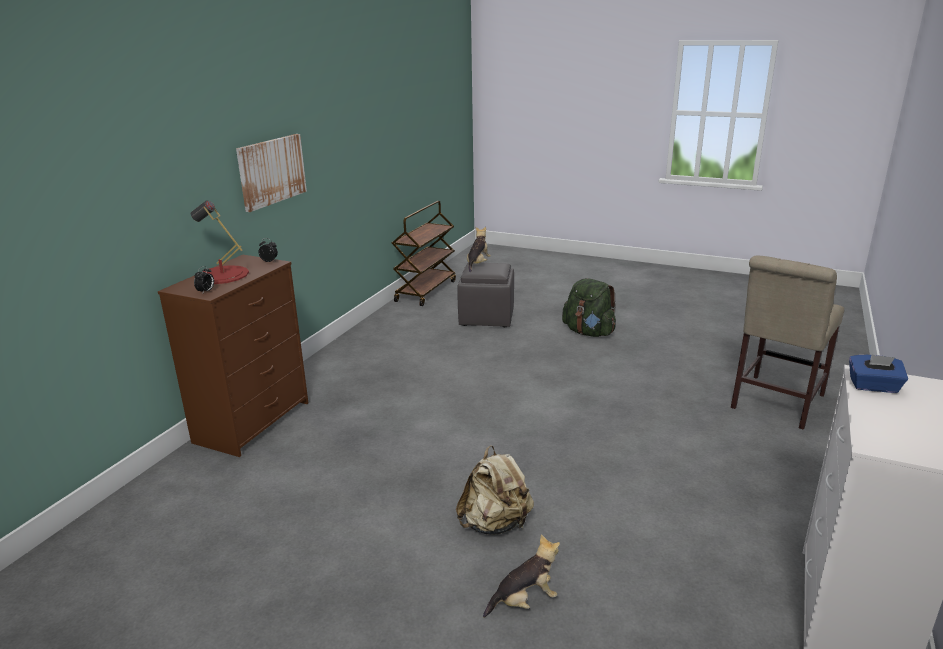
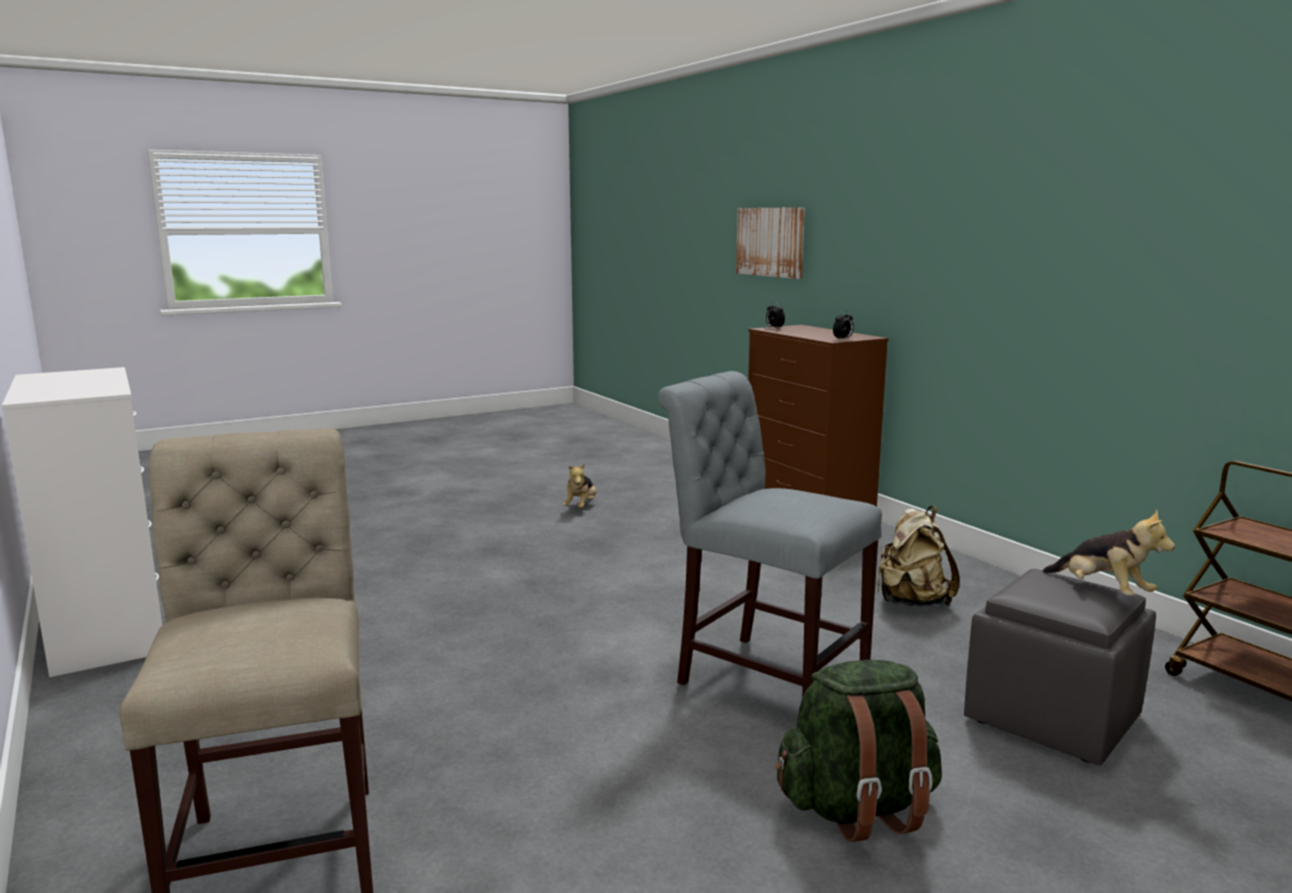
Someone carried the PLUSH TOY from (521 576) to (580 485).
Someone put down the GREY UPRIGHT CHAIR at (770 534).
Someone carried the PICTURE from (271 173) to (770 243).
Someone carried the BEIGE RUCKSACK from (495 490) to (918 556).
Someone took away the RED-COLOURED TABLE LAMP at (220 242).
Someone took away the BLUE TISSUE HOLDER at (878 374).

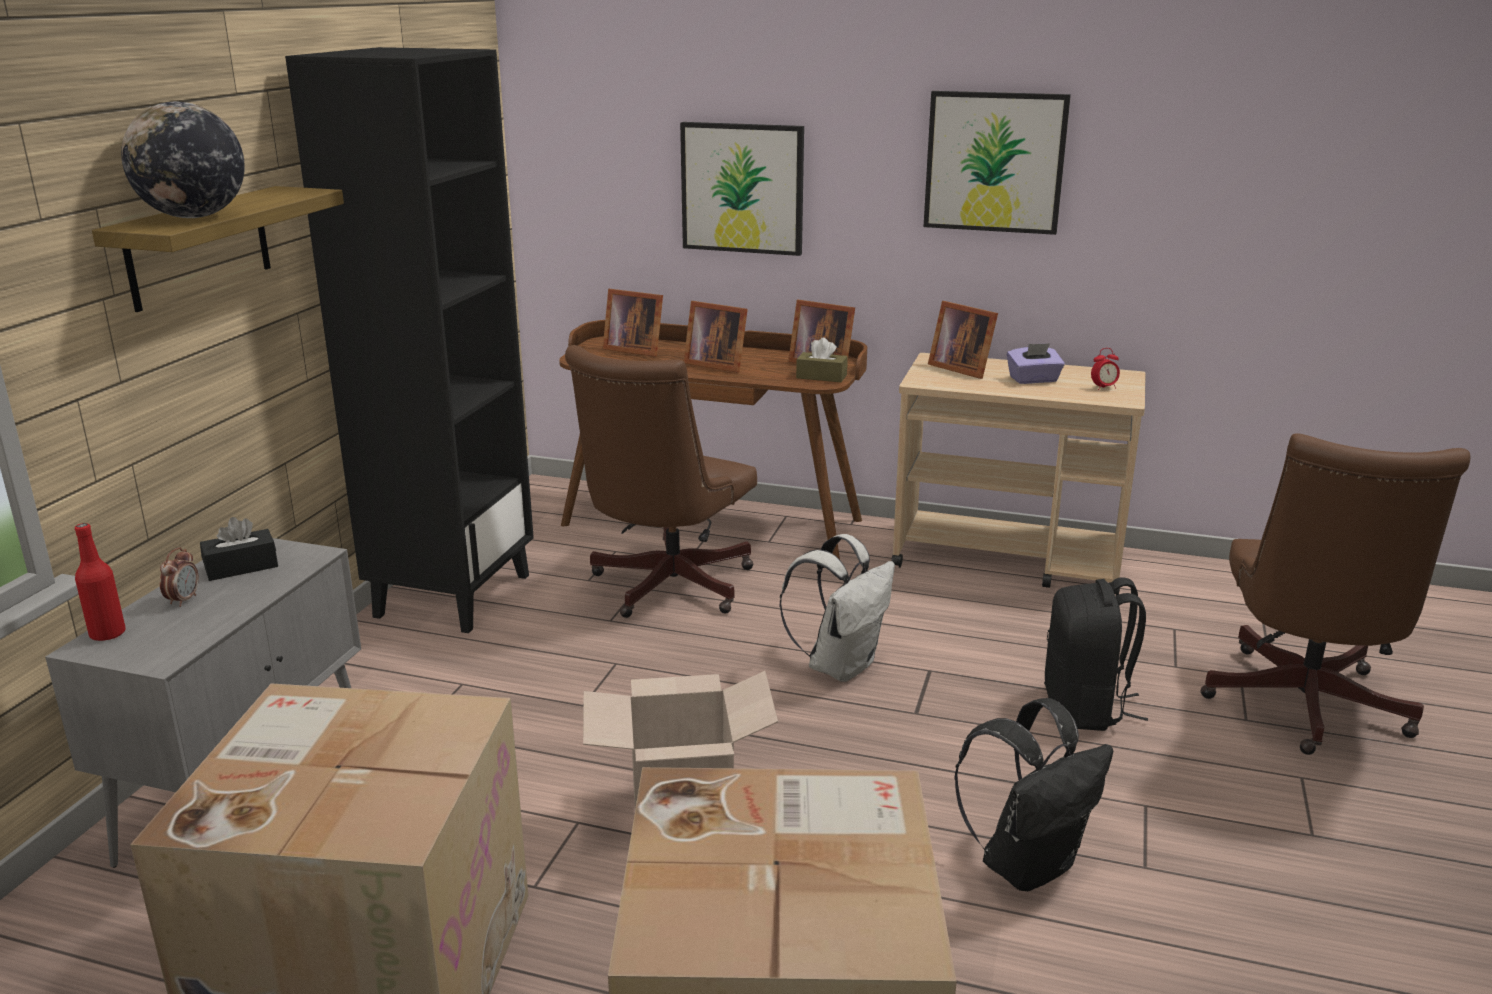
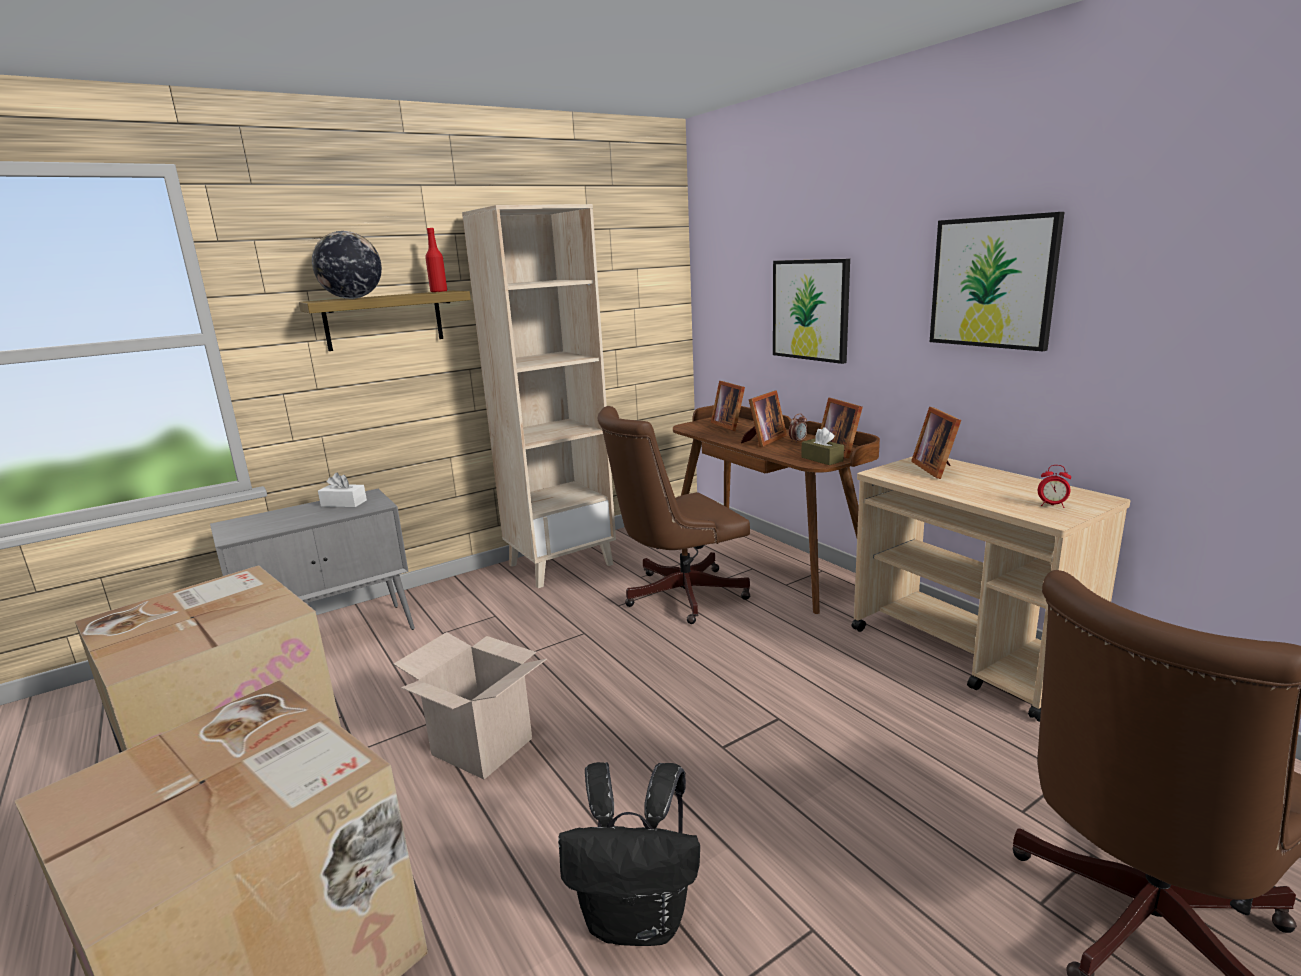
Someone repainted the BLACK-COLOURED TISSUE HOLDER at (239 549), which became the WHITE TISSUE HOLDER at (342 490).
Someone carried the RED-COLOURED BEVERAGE BOTTLE from (100 582) to (436 260).
Someone repainted the BLACK-COLOURED BOOKCASE at (409 340), which became the BEIGE BOOKCASE at (539 396).
Someone rotated the STANDING FRAME at (716 336) by 120 degrees counterclockwise.
Someone carried the BEDSIDE CLOCK from (179 577) to (798 428).
Someone took away the WHITE RUCKSACK at (837 608).
Someone took away the PURPLE-COLOURED TISSUE HOLDER at (1036 363).
Someone took away the BLACK-COLOURED RUCKSACK at (1096 654).

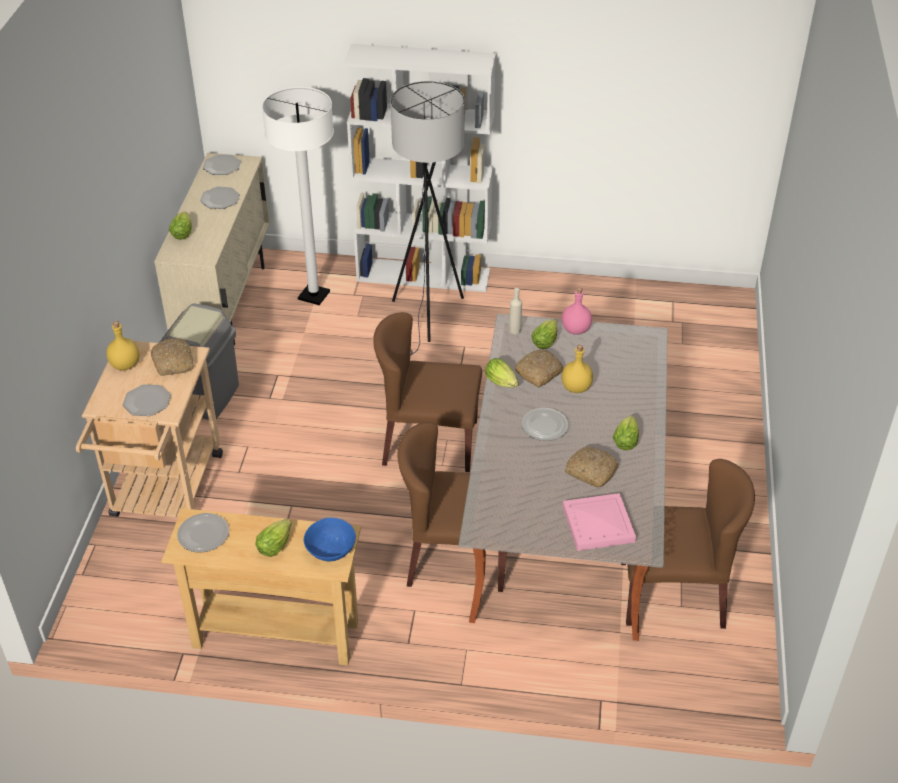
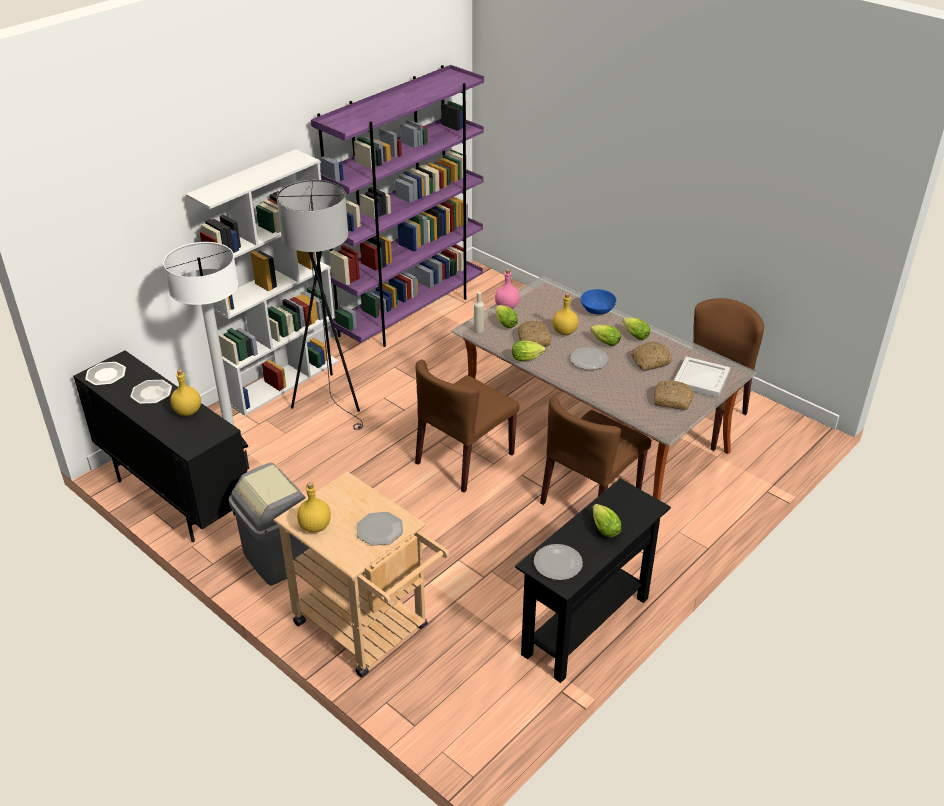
Someone repainted the BEIGE CABINET at (212 249), which became the BLACK-COLOURED CABINET at (161 446).
Someone put down the YELLOW BEVERAGE BOTTLE at (185 392).
Someone put down the PURPLE-COLOURED BOOKCASE at (397 206).
Someone repainted the BEIGE NARROW TABLE at (261 587), which became the BLACK-COLOURED NARROW TABLE at (593 580).
Someone carried the BLUE BOWL from (330 539) to (598 301).
Someone carried the LETTUCE HEAD from (180 226) to (605 335).
Someone carried the BAKED BREAD from (172 357) to (674 395).
Someone repainted the PINK CARRYING TRAY at (599 522), which became the WHITE CARRYING TRAY at (702 377).

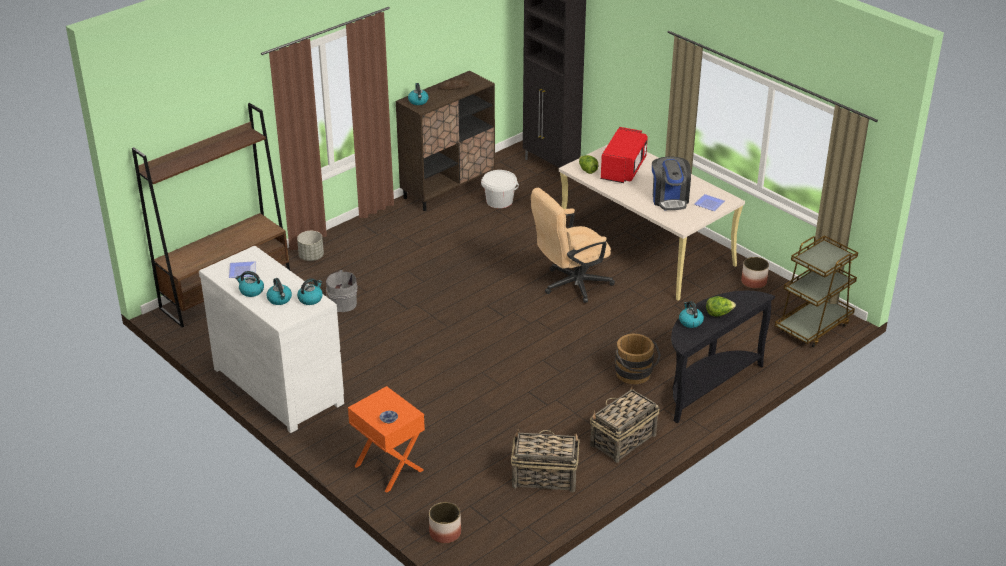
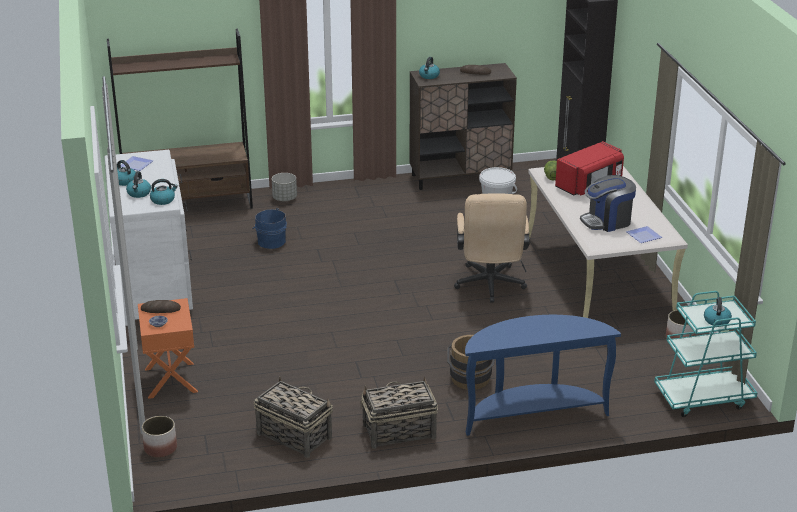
Someone put down the BAKED BREAD at (161 306).
Someone repainted the GREY BUCKET at (342 291), which became the BLUE BUCKET at (269 228).
Someone rotated the BEIGE COMPUTER CHAIR at (573 245) by 90 degrees counterclockwise.
Someone repainted the BLACK-COLOURED NARROW TABLE at (723 357), which became the BLUE NARROW TABLE at (543 375).
Someone rotated the COFFEE BREWER at (671 183) by 45 degrees clockwise.
Someone repainted the BROWN-COLOURED WHEELED CART at (816 291), which became the BLUE-GREEN WHEELED CART at (705 354).
Someone carried the KETTLE from (691 314) to (718 311).
Someone took away the LETTUCE HEAD at (721 306).

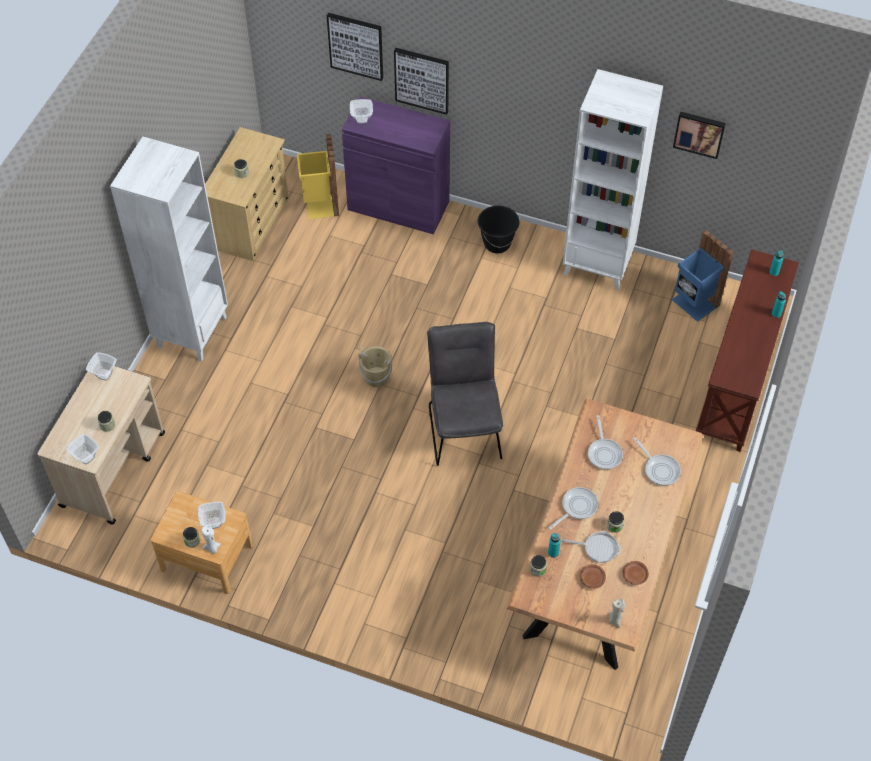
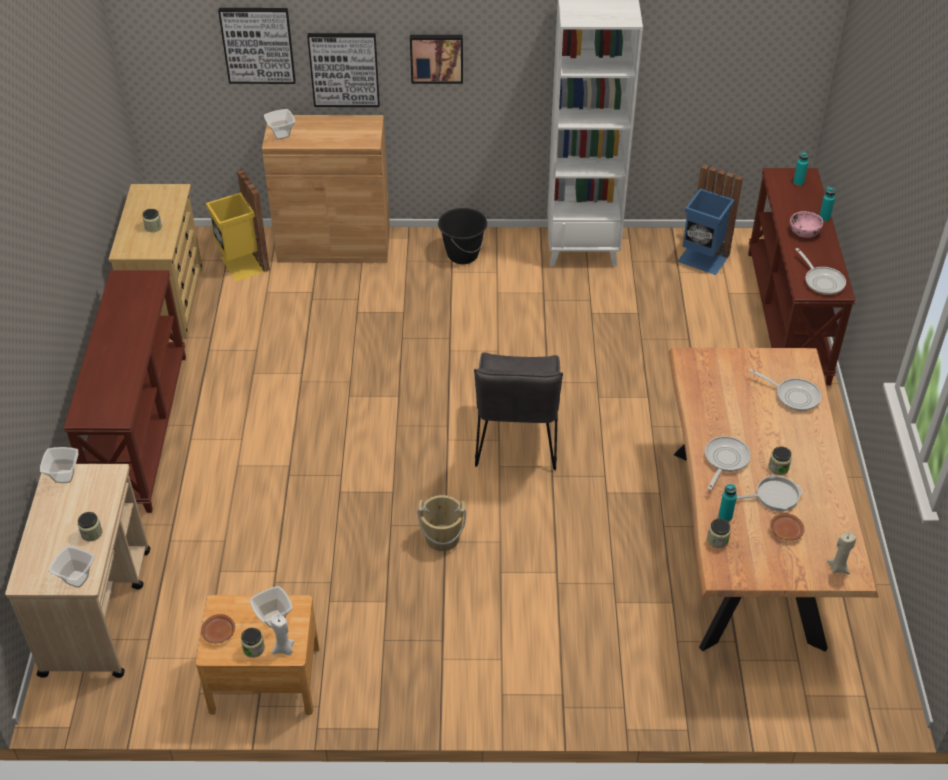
Someone swapped the WHITE BOOKCASE at (169 249) for the BROWN-COLOURED NARROW TABLE at (124 391).
Someone carried the BROWN-COLOURED PLATE from (636 573) to (218 628).
Someone repainted the PURPLE-COLOURED CABINET at (396 165), which became the BROWN-COLOURED CABINET at (326 189).
Someone carried the PICTURE from (699 135) to (436 59).
Someone carried the BEIGE BUCKET from (375 367) to (441 523).
Someone rotated the GREY UPRIGHT CHAIR at (465 394) by 150 degrees counterclockwise.
Someone put down the PINK BOWL at (806 224).
Someone carried the SKILLET from (605 442) to (820 271).

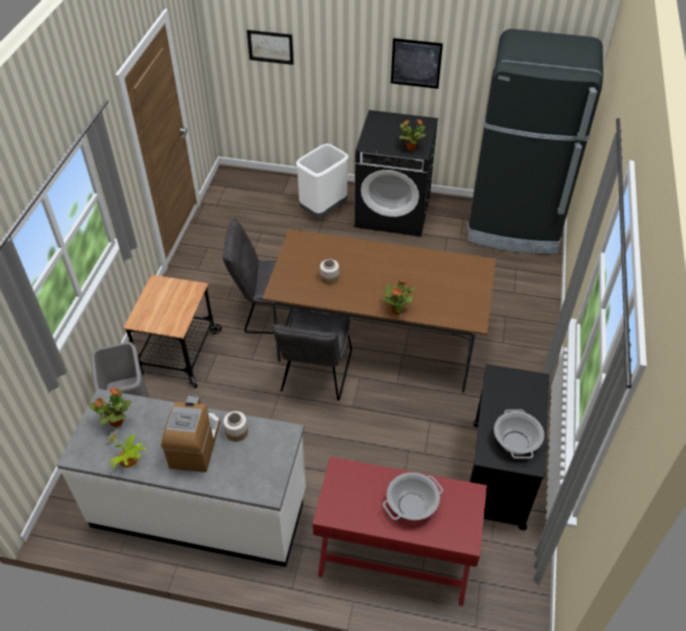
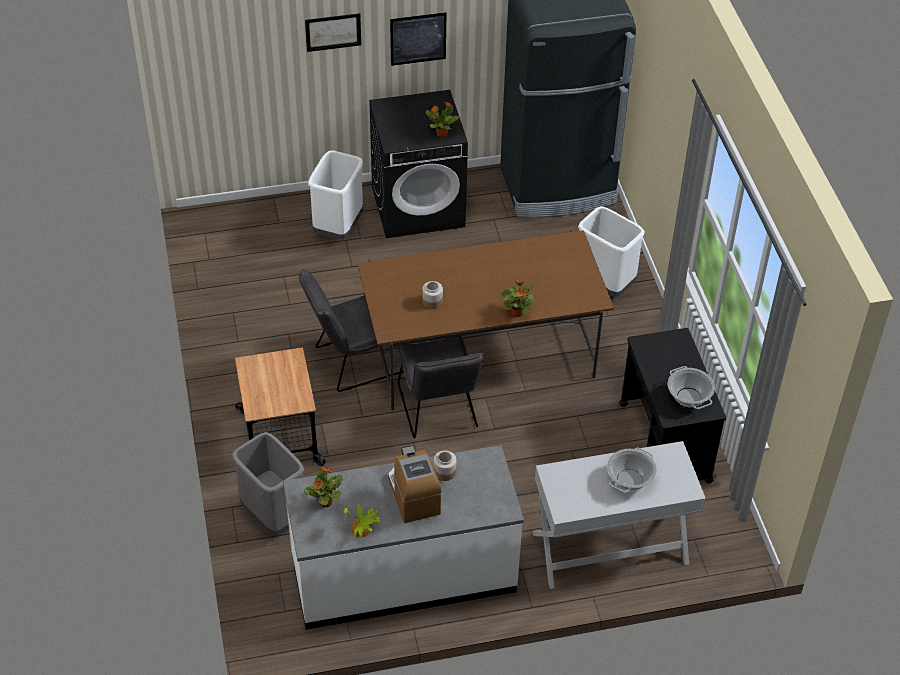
Someone carried the PICTURE from (270 47) to (333 32).
Someone repainted the RED-COLOURED NARROW TABLE at (400 531), which became the WHITE NARROW TABLE at (619 515).
Someone put down the WHITE RUBBISH BIN at (611 251).

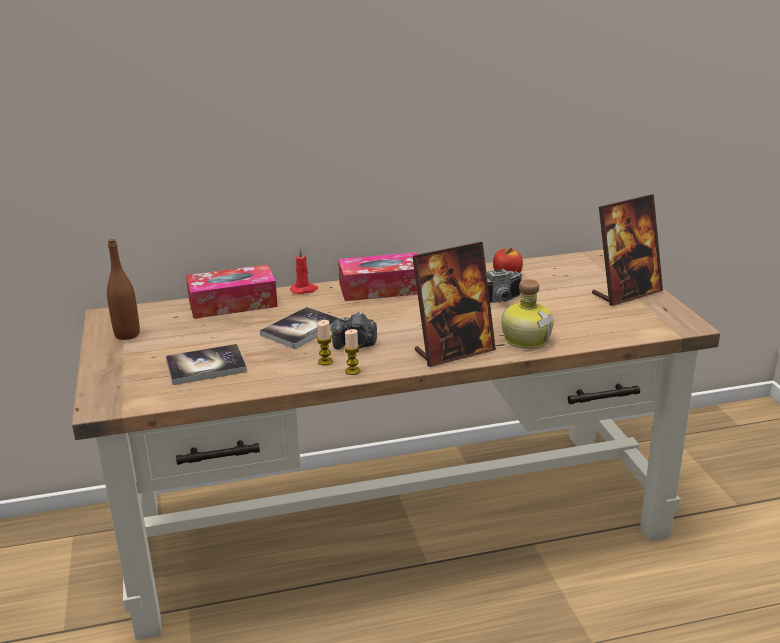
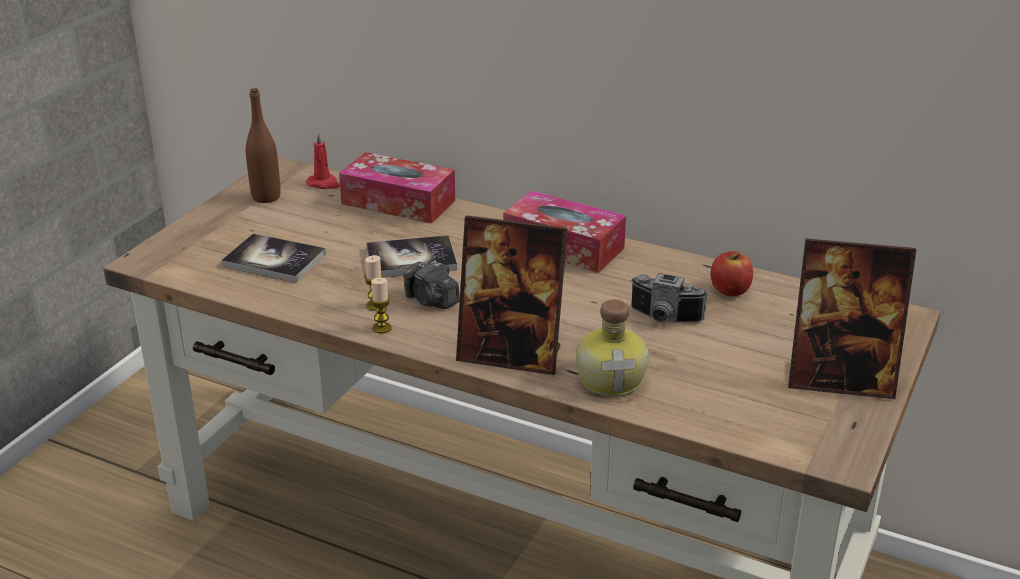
Someone carried the RED-COLOURED WAX LIGHT from (304 270) to (323 160).

